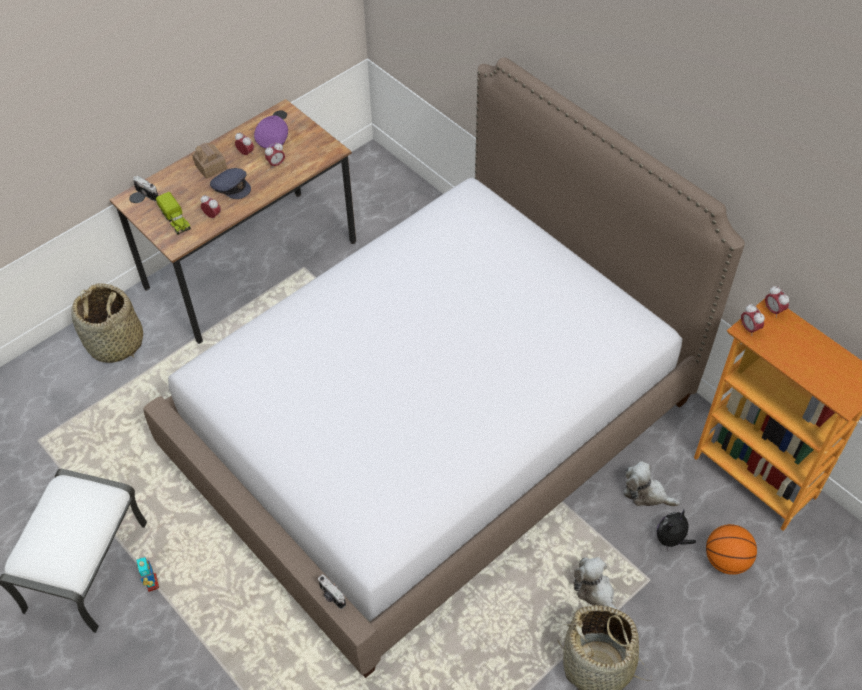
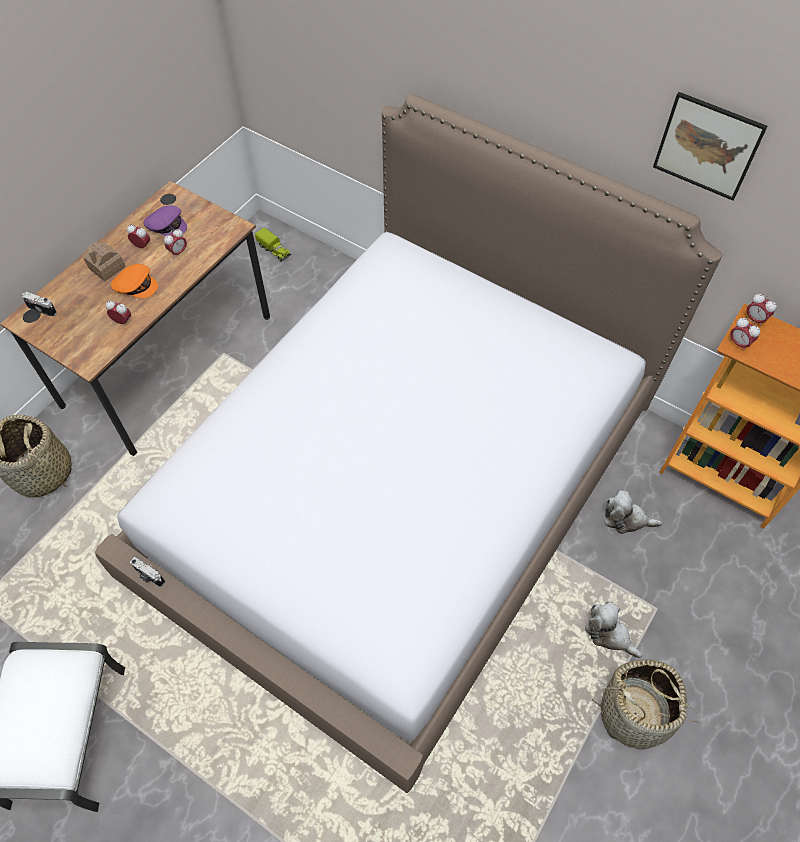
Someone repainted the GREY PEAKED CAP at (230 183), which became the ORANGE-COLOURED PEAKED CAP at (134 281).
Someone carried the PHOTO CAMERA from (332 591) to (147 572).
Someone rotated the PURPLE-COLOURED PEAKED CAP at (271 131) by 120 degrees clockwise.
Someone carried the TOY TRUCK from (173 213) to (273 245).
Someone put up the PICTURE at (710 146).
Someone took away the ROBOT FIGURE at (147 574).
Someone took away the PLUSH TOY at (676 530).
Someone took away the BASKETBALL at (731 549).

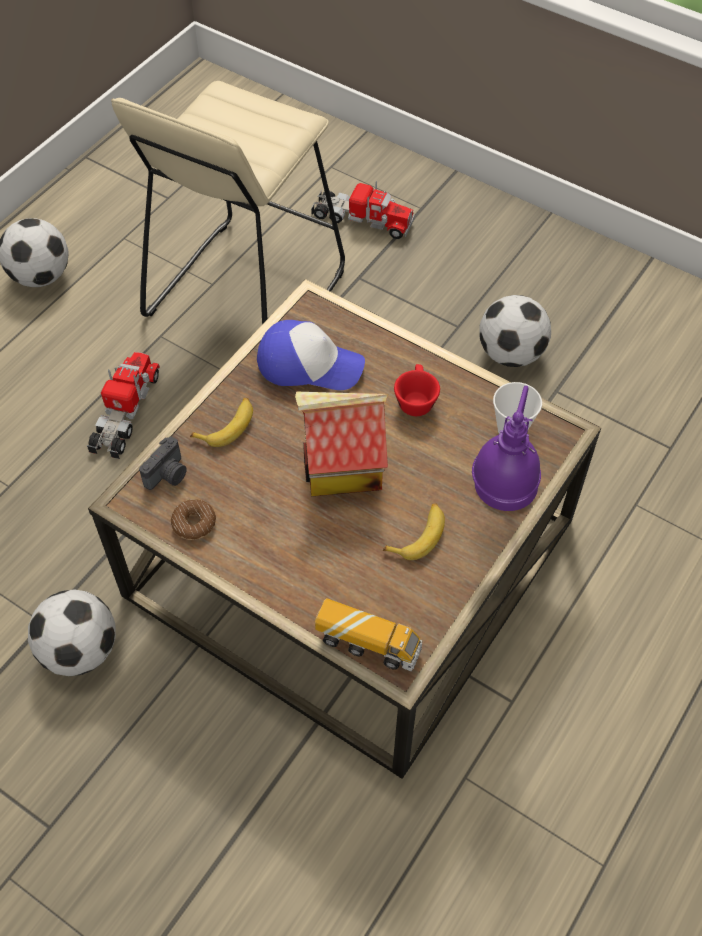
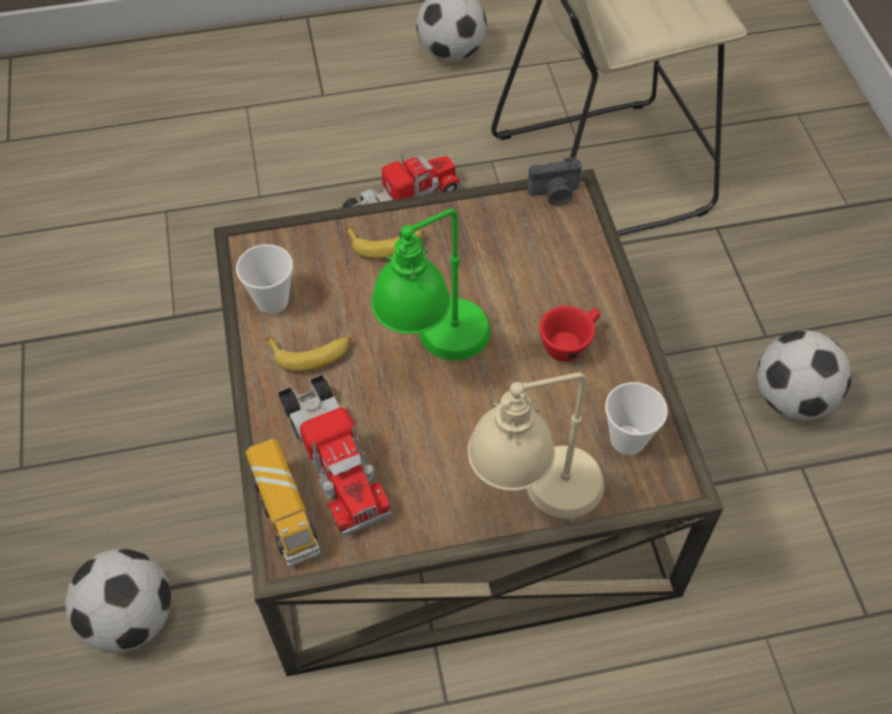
Someone carried the BALL FOR FOOTBALL from (72 632) to (118 601).
Someone swapped the DOUGHNUT at (193 519) for the CUP at (264 279).
Someone carried the BANANA FRUIT from (414 531) to (308 354).
Someone carried the TOY TRUCK from (363 210) to (335 455).
Someone swapped the MODEL HOUSE at (341 443) for the GREEN TABLE LAMP at (431 284).
Someone repainted the PURPLE-COLOURED TABLE LAMP at (506 448), which became the BEIGE TABLE LAMP at (536 446).
Someone carried the PHOTO CAMERA from (163 463) to (554 181).
Someone took away the PEAKED CAP at (311 355).

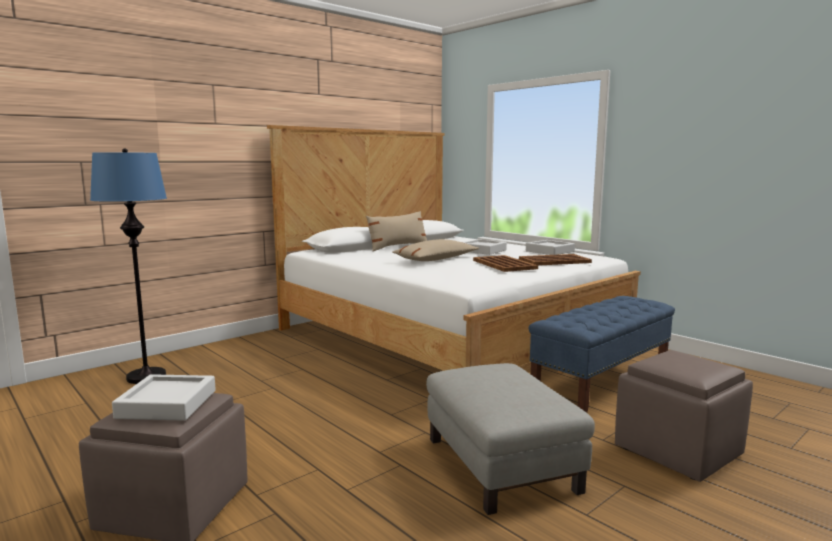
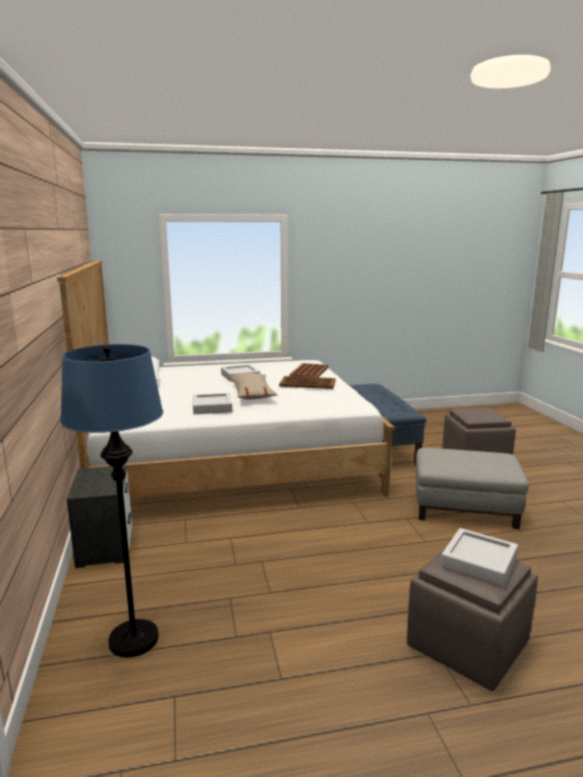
Someone put down the BEDSIDE TABLE at (99 516).
Someone carried the GREY CARRYING TRAY from (550 247) to (212 403).
Someone took away the BEIGE PILLOW at (396 231).

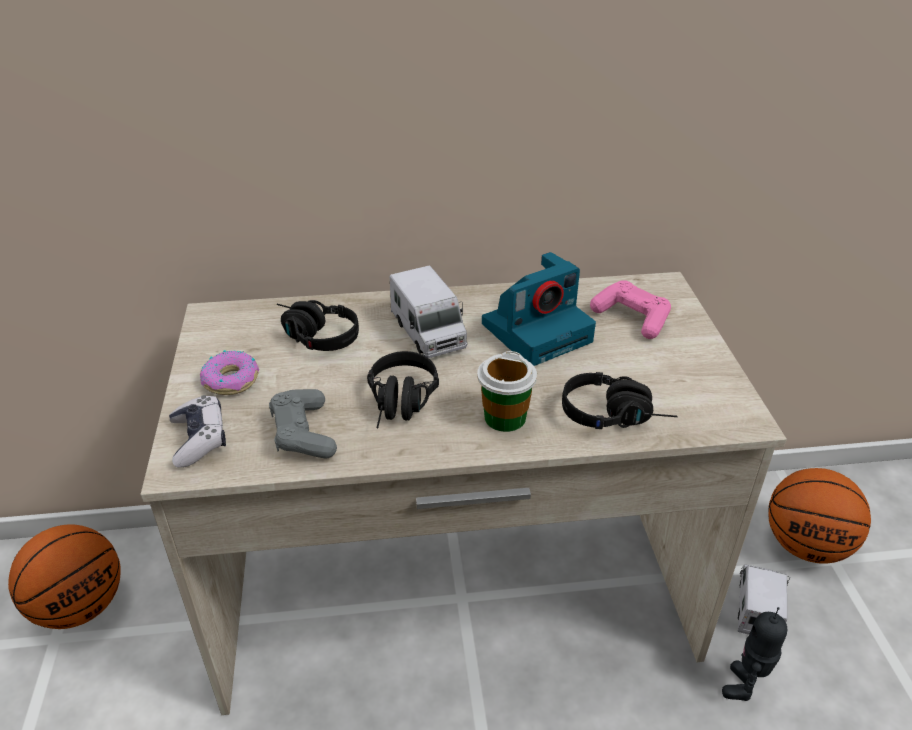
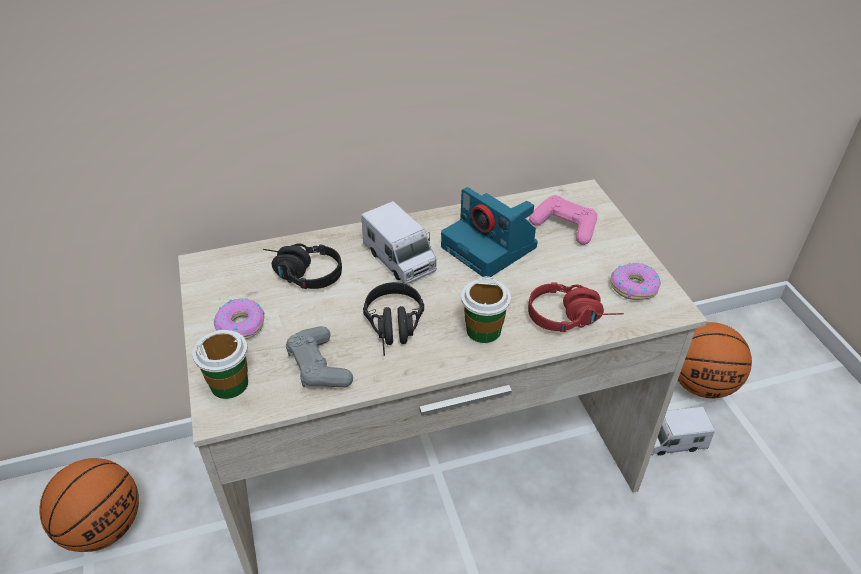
Someone swapped the GAMEPAD at (197 431) for the CUP at (220 364).
Someone rotated the PHOTO CAMERA at (539 309) by 90 degrees clockwise.
Someone repainted the BLACK-COLOURED HEADPHONES at (620 400), which became the RED-COLOURED HEADPHONES at (576 307).
Someone put down the DOUGHNUT at (635 281).
Someone rotated the TOY TRUCK at (763 599) by 105 degrees counterclockwise.
Someone took away the ROBOT FIGURE at (754 654).

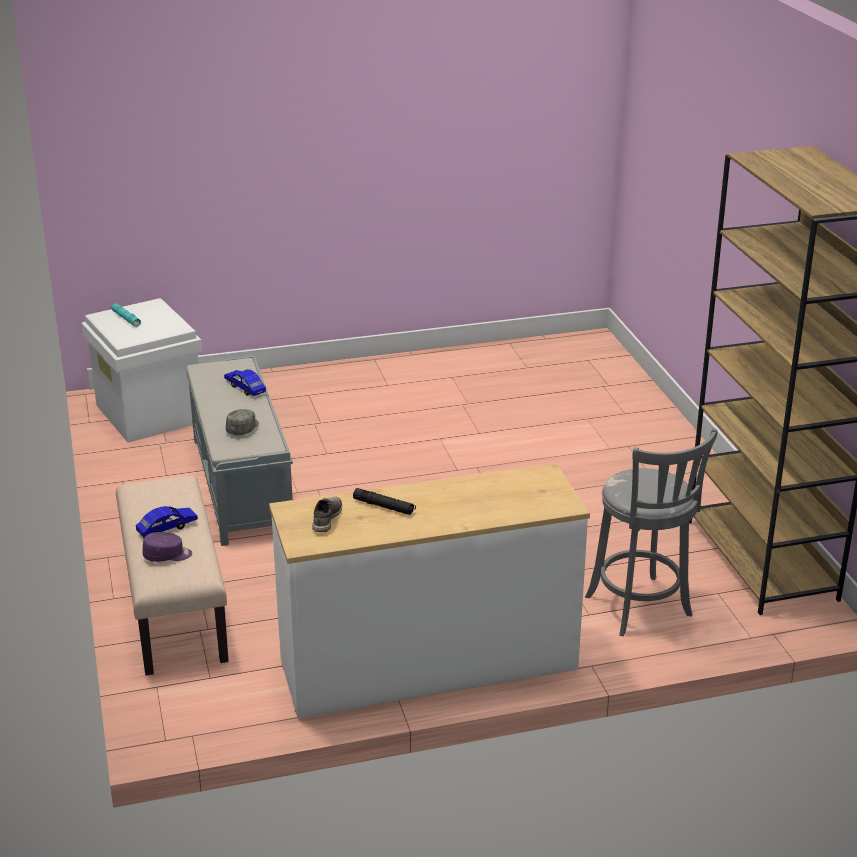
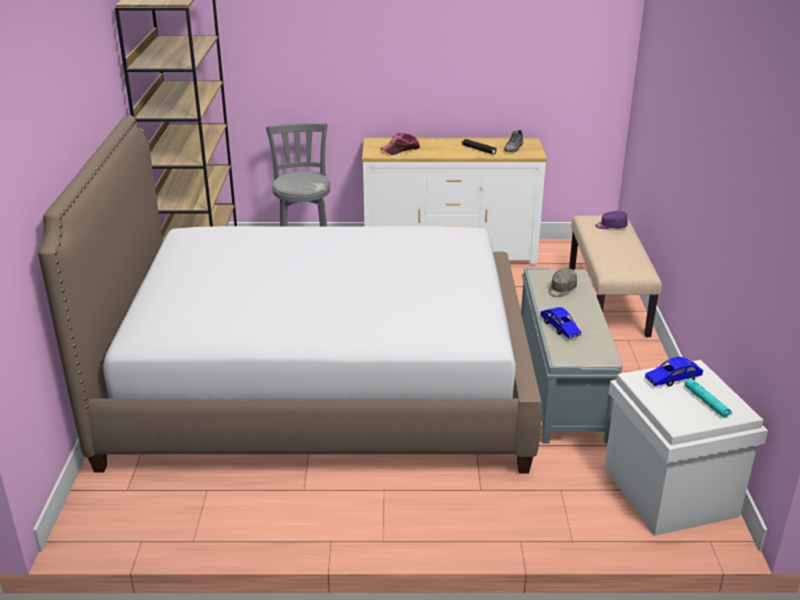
Someone put down the BED at (290 294).
Someone put down the PEAKED CAP at (400 144).
Someone carried the BLUE TOY CAR from (167 522) to (674 372).

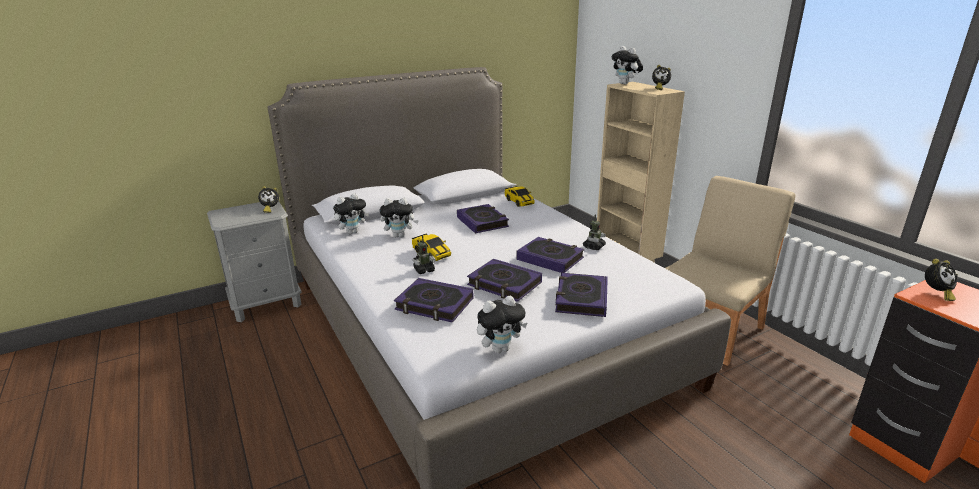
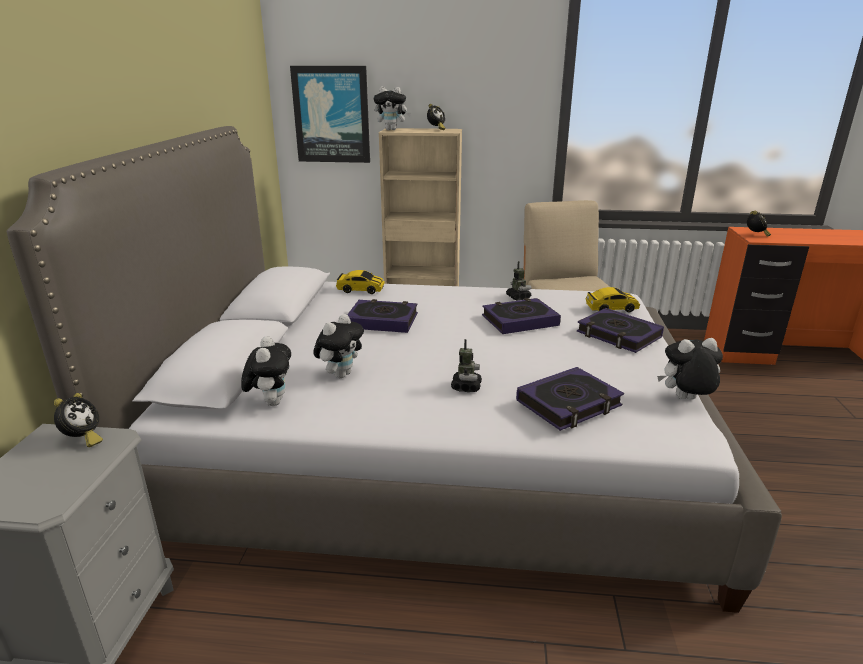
Someone put up the PICTURE at (330 114).
Someone carried the TOY CAR from (431 247) to (613 299).
Someone rotated the PLUSH TOY at (502 324) by 105 degrees counterclockwise.
Someone took away the VOLUME at (504 280).

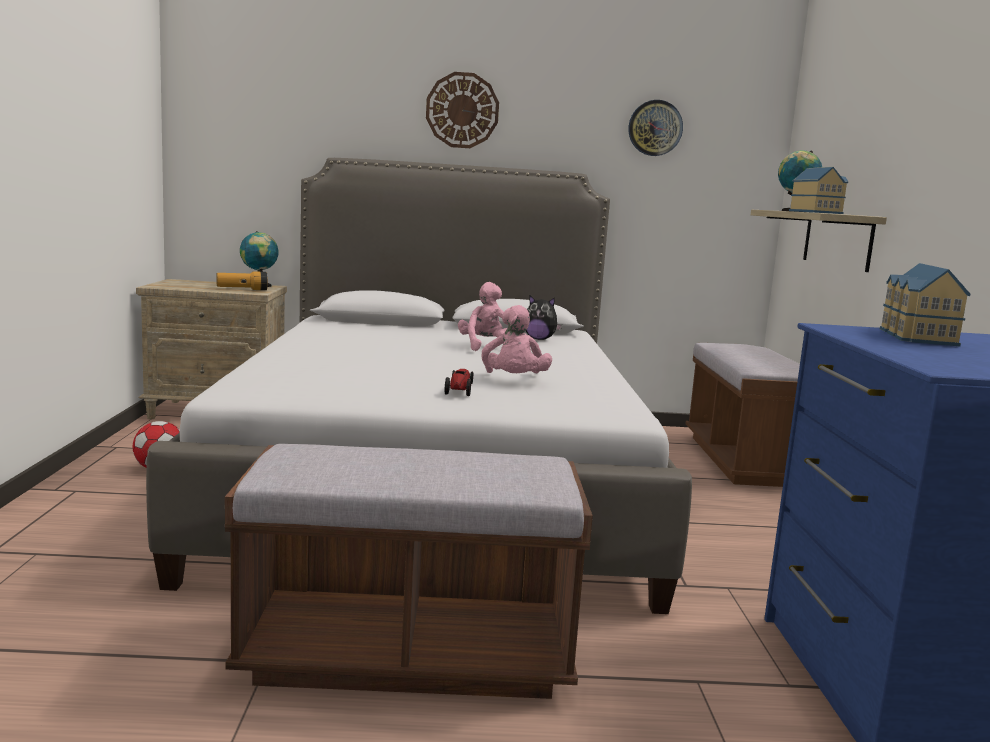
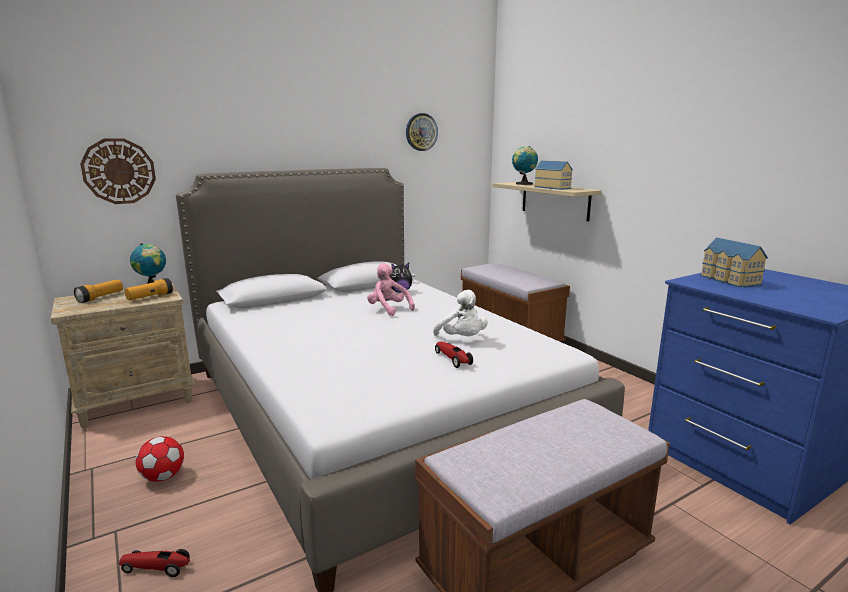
Someone put down the HAND TORCH at (98 291).
Someone carried the WALL CLOCK from (462 110) to (118 171).
Someone put down the TOY CAR at (154 563).
Someone repainted the PINK PLUSH TOY at (517 339), which became the WHITE PLUSH TOY at (460 313).

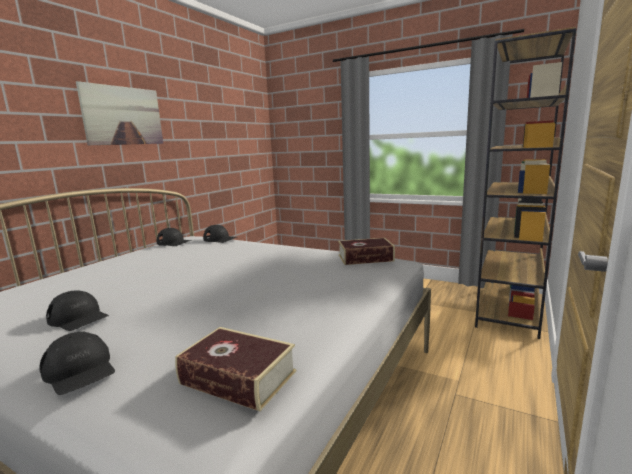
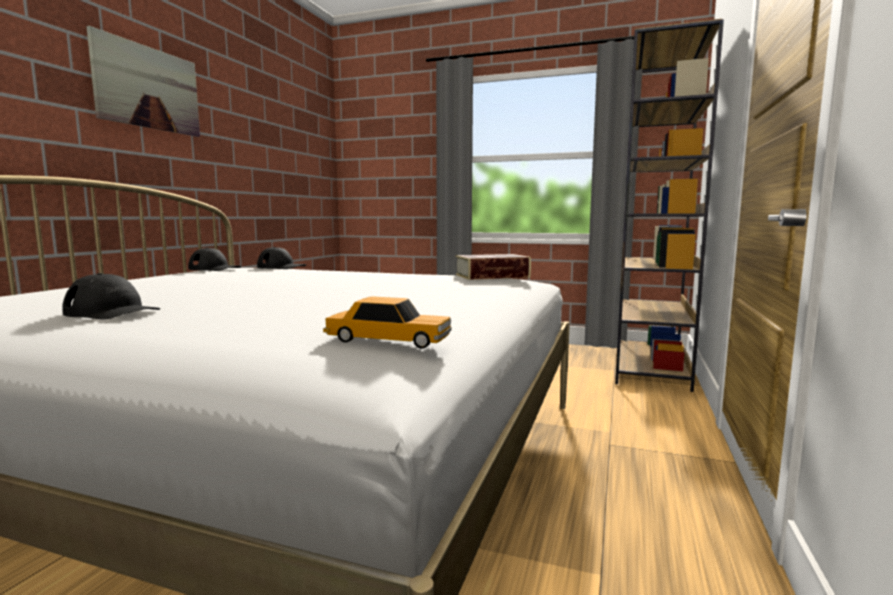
Someone swapped the VOLUME at (236 369) for the TOY CAR at (387 322).
Someone took away the BLACK-COLOURED PEAKED CAP at (77 363).

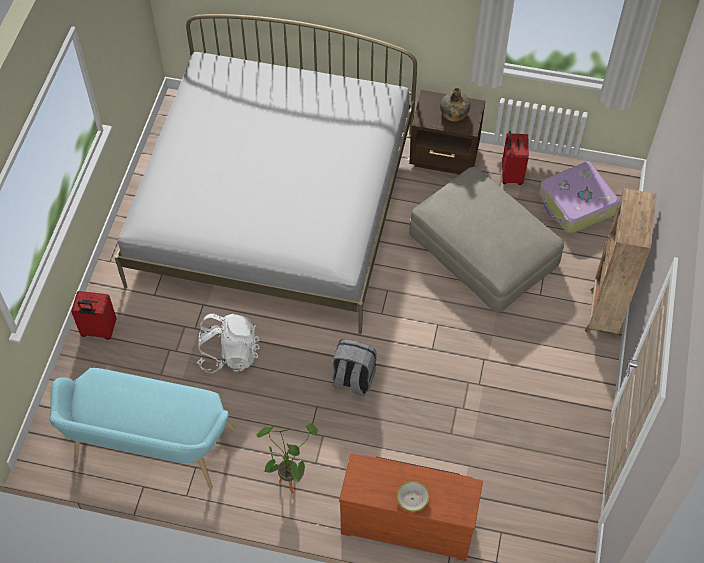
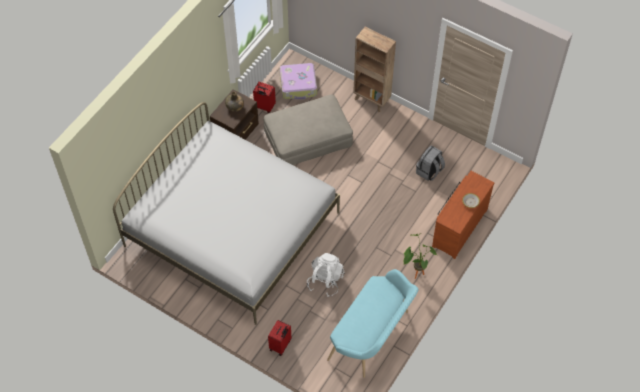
Someone carried the GREY RUCKSACK from (354 367) to (430 163).

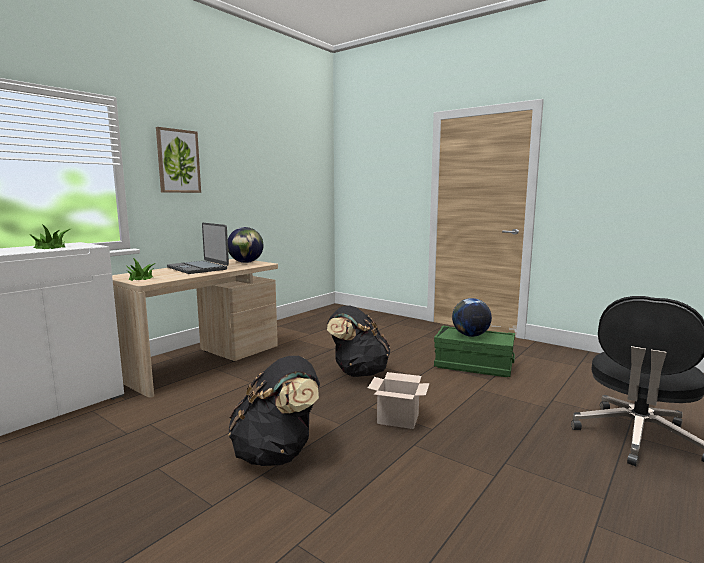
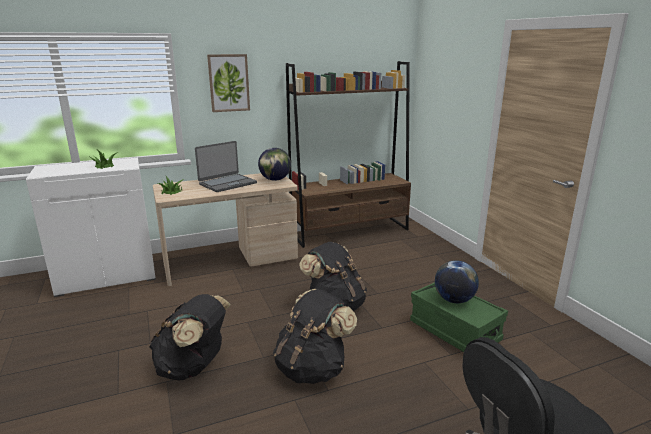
Someone rotated the PORTABLE COMPUTER at (198 248) by 120 degrees counterclockwise.
Someone swapped the CARDBOARD BOX at (399 400) for the BLACK-COLOURED RUCKSACK at (315 336).
Someone put down the BROWN-COLOURED BOOKCASE at (348 154).

